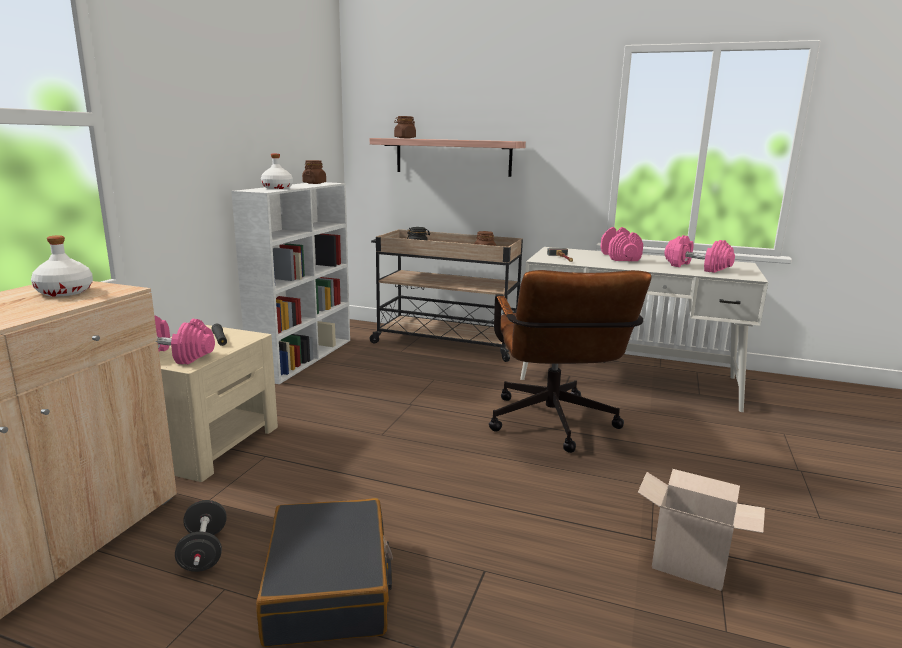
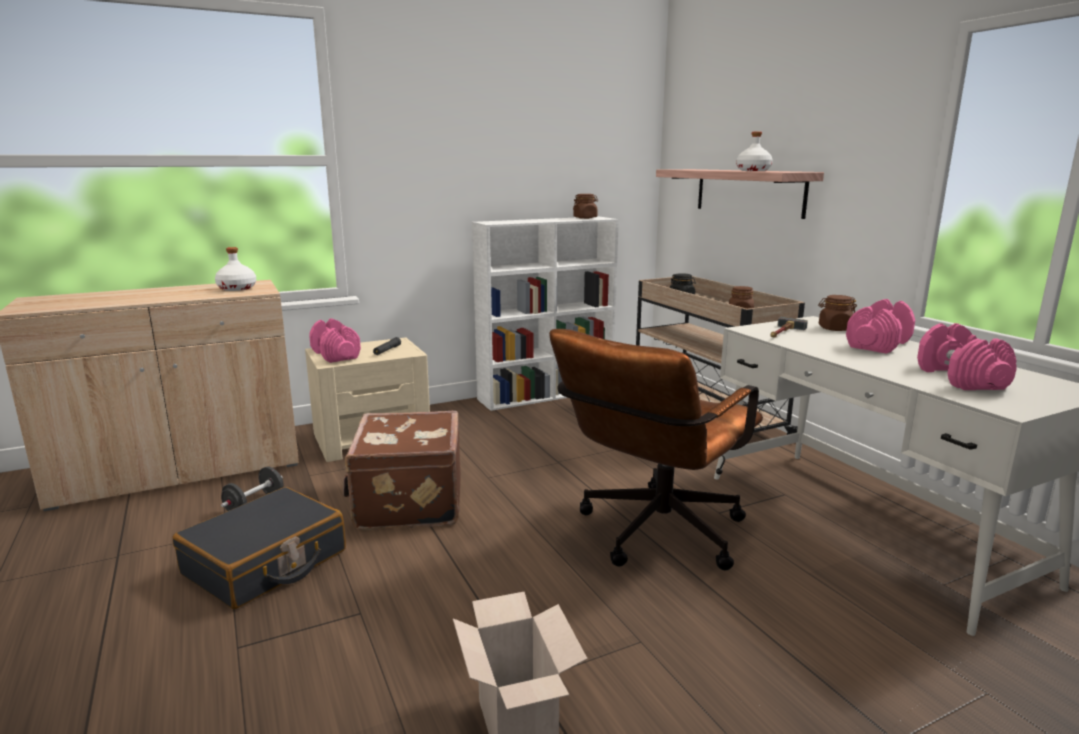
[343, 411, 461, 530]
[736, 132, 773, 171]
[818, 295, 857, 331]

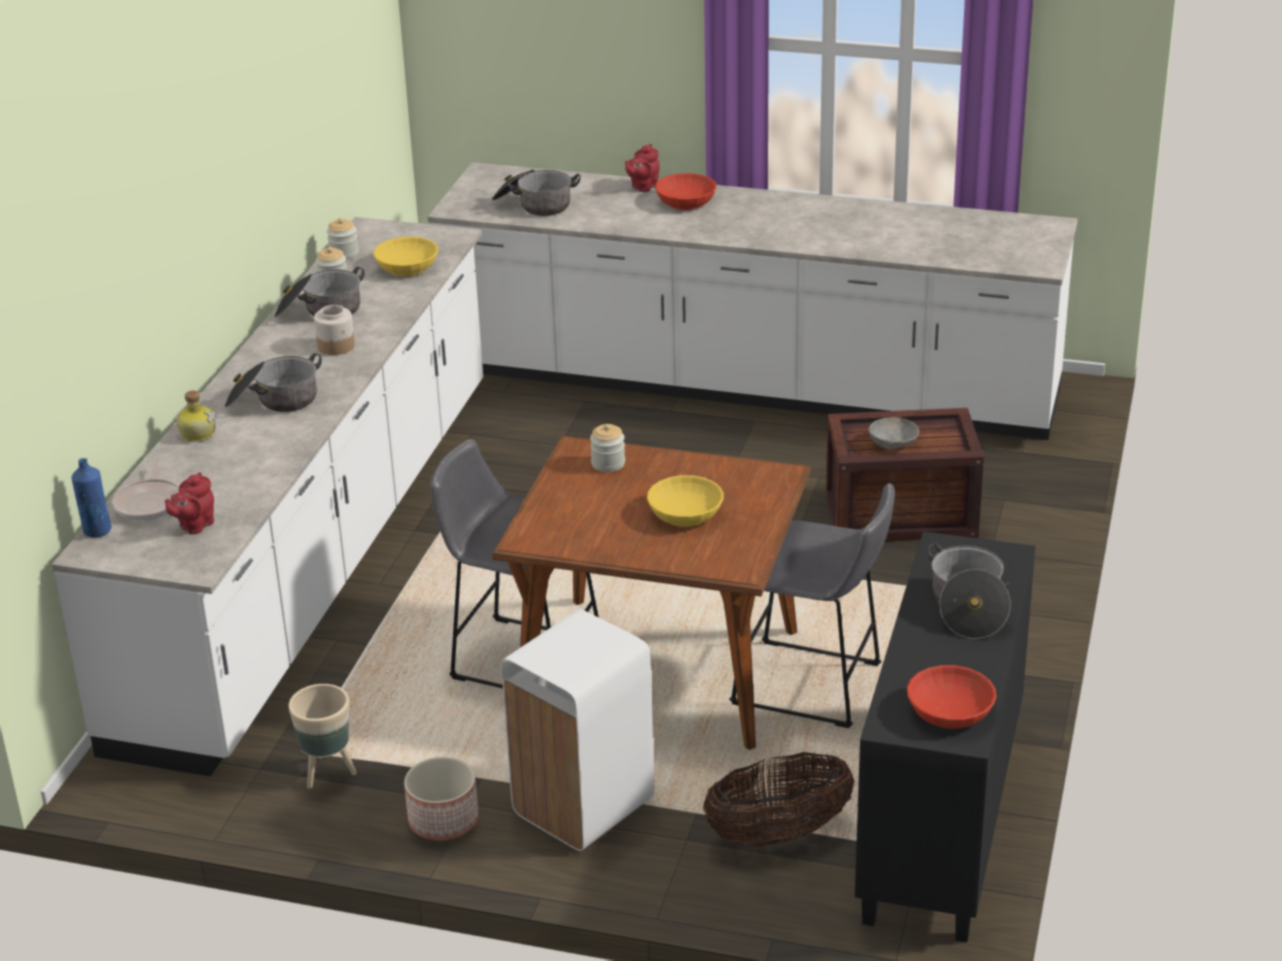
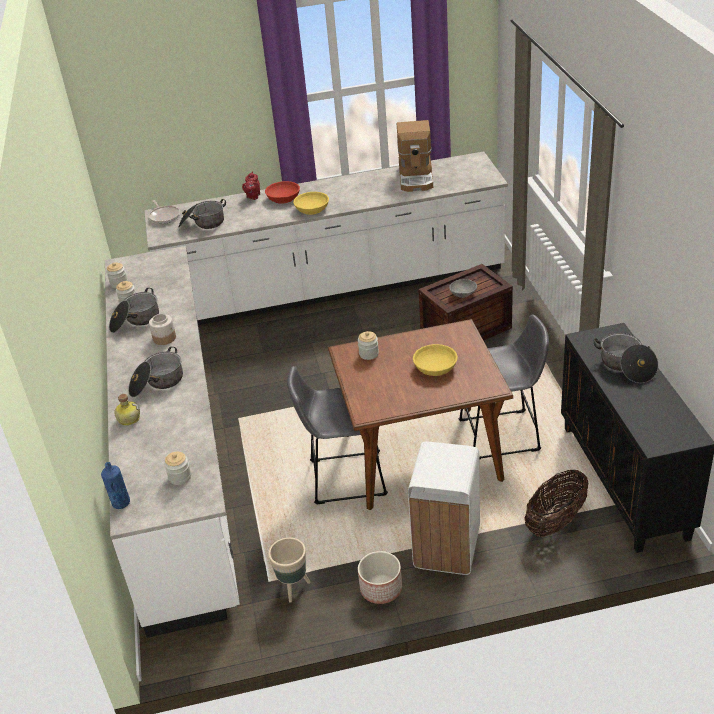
[907, 665, 997, 729] (first image)
[397, 120, 433, 192]
[148, 200, 180, 224]
[293, 192, 329, 215]
[164, 452, 191, 485]

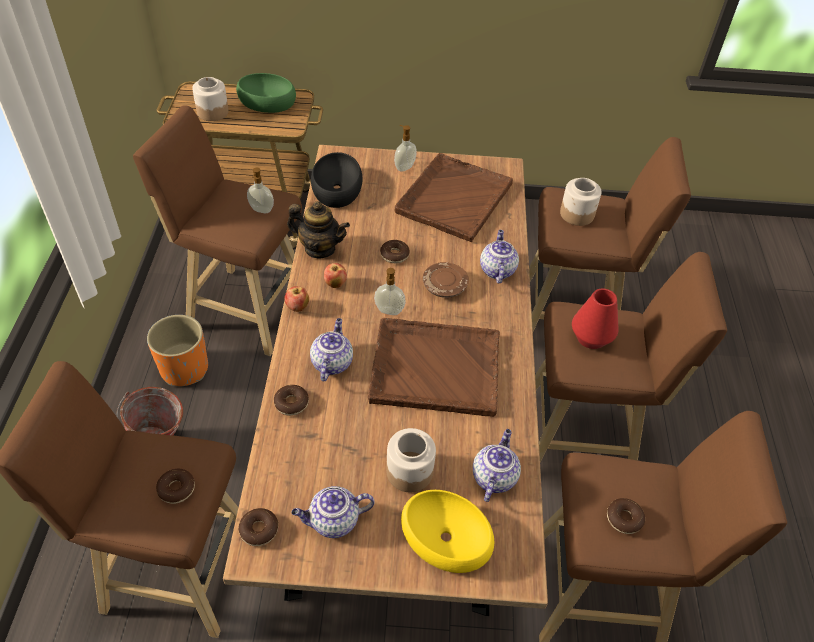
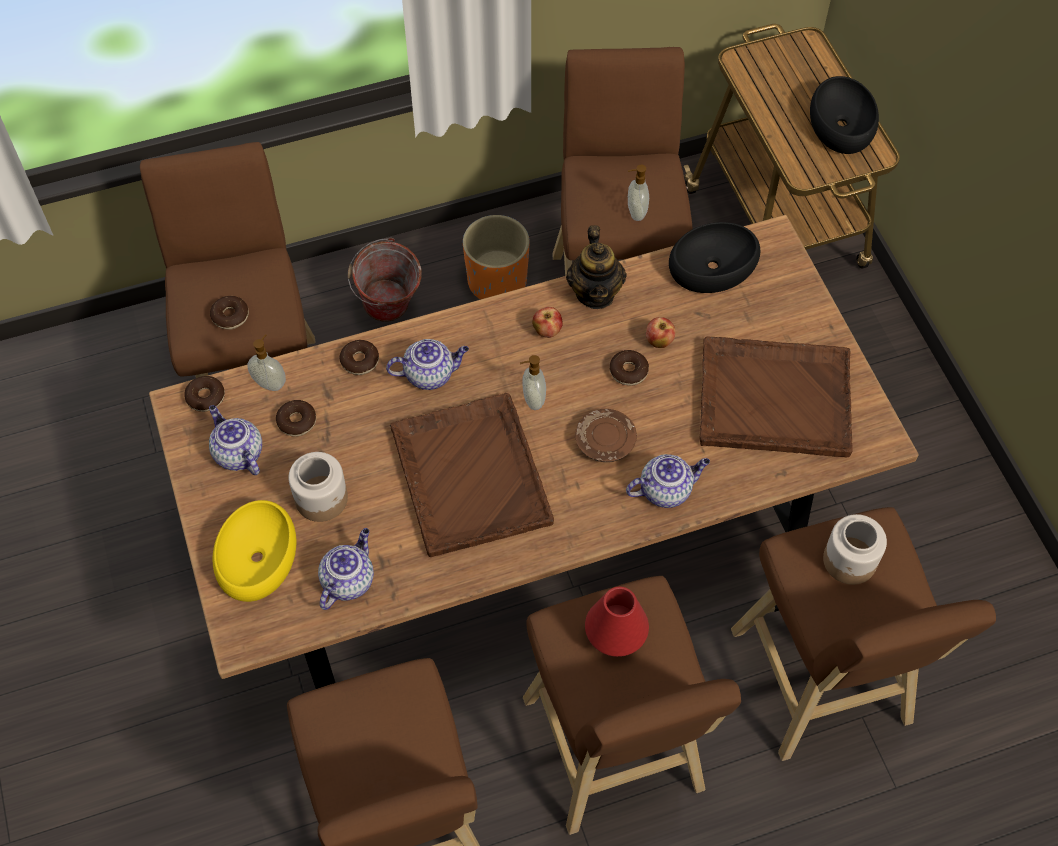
[192, 77, 229, 121] (first image)
[646, 317, 675, 348]
[248, 334, 286, 391]
[276, 400, 316, 437]
[810, 76, 879, 154]
[318, 528, 374, 610]

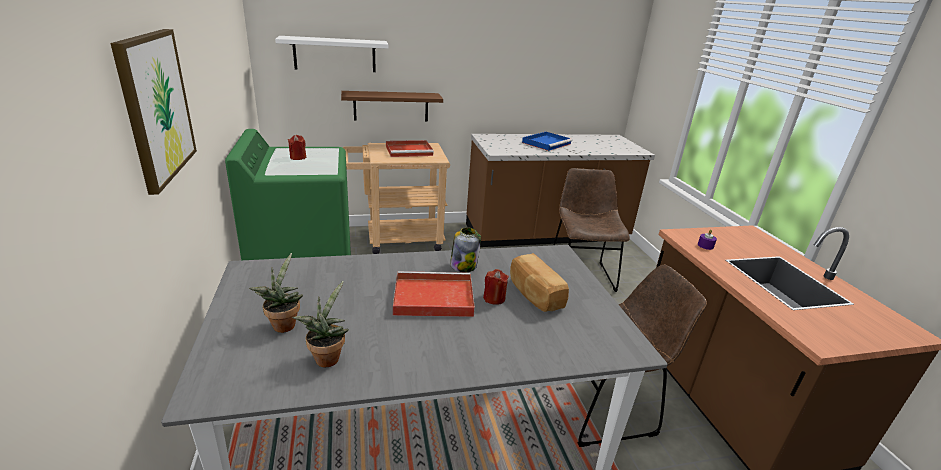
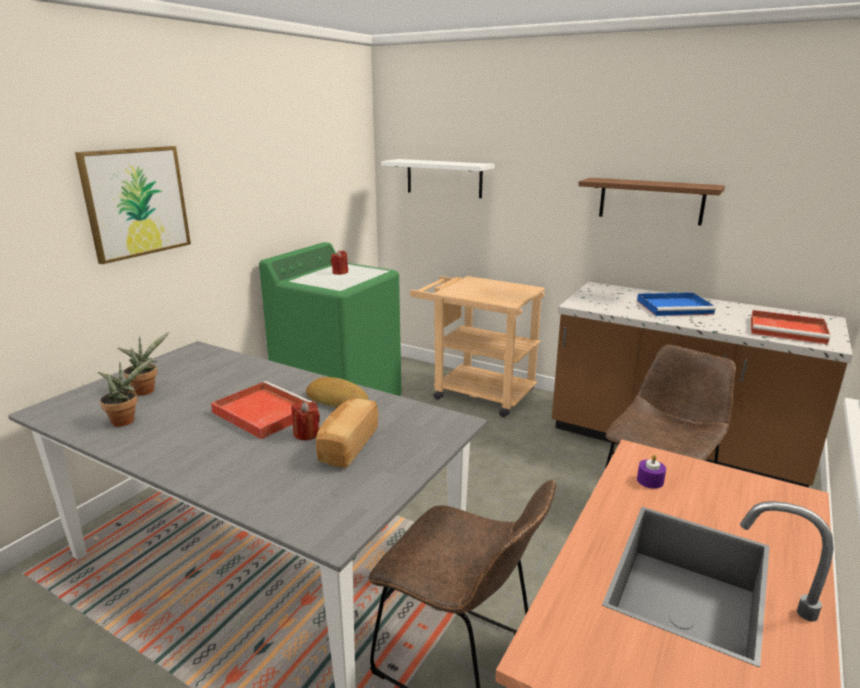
[578, 178, 725, 225]
[751, 310, 830, 344]
[306, 377, 369, 408]

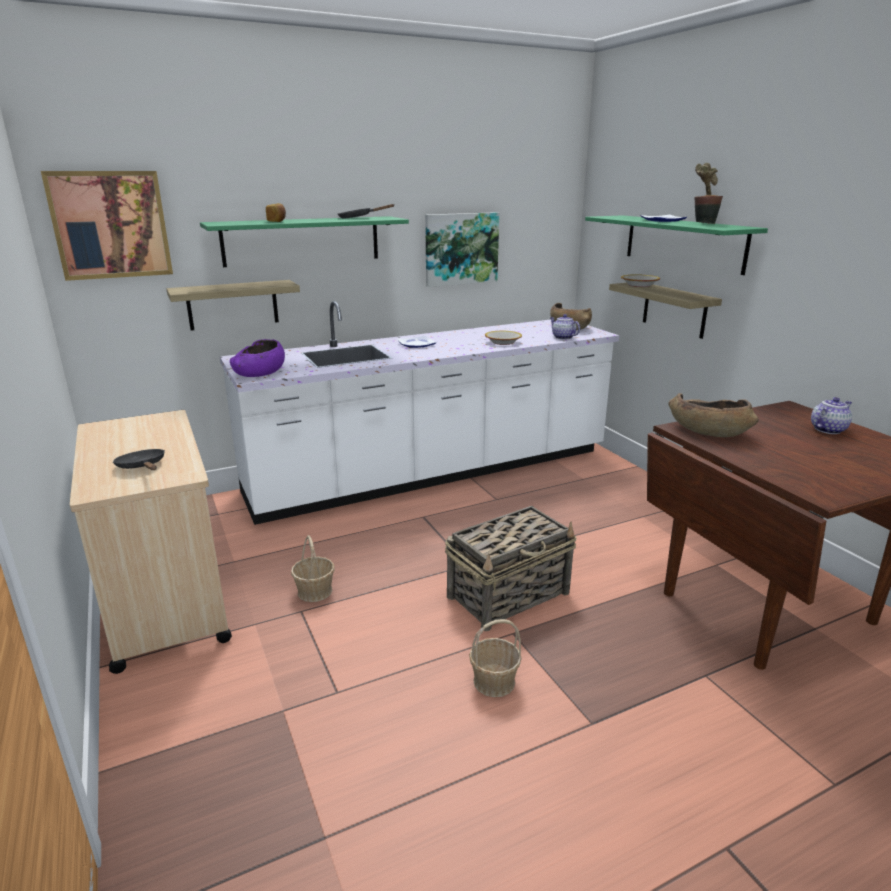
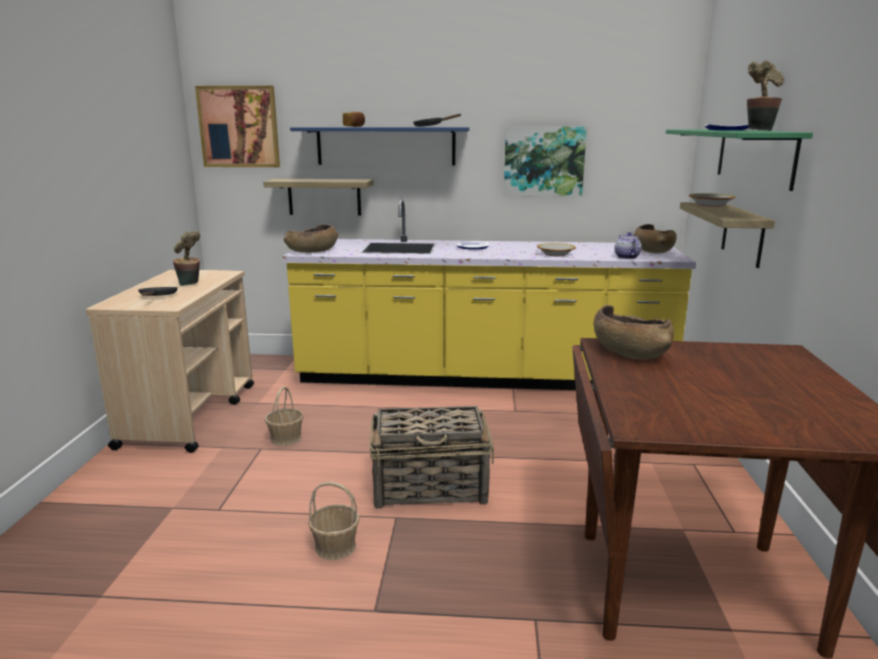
[811, 397, 852, 434] (first image)
[173, 231, 200, 286]
[290, 127, 470, 165]
[283, 200, 696, 390]
[284, 224, 338, 253]

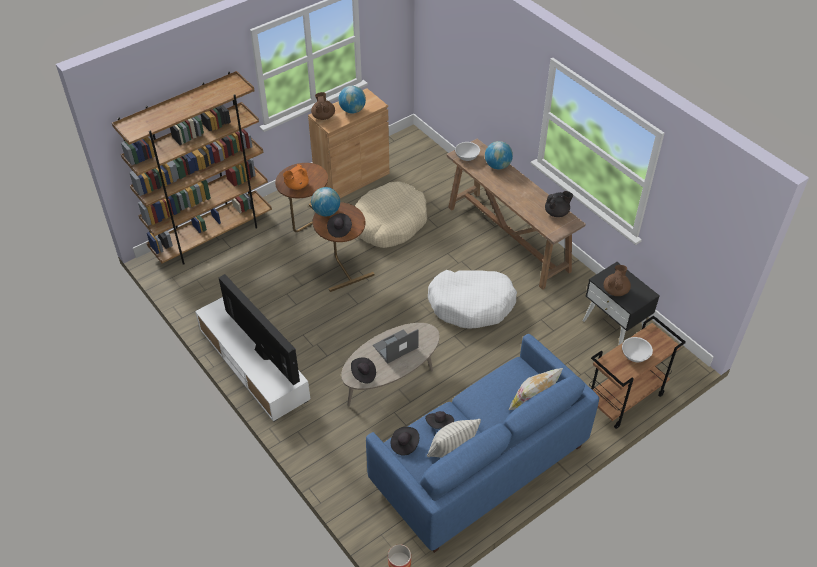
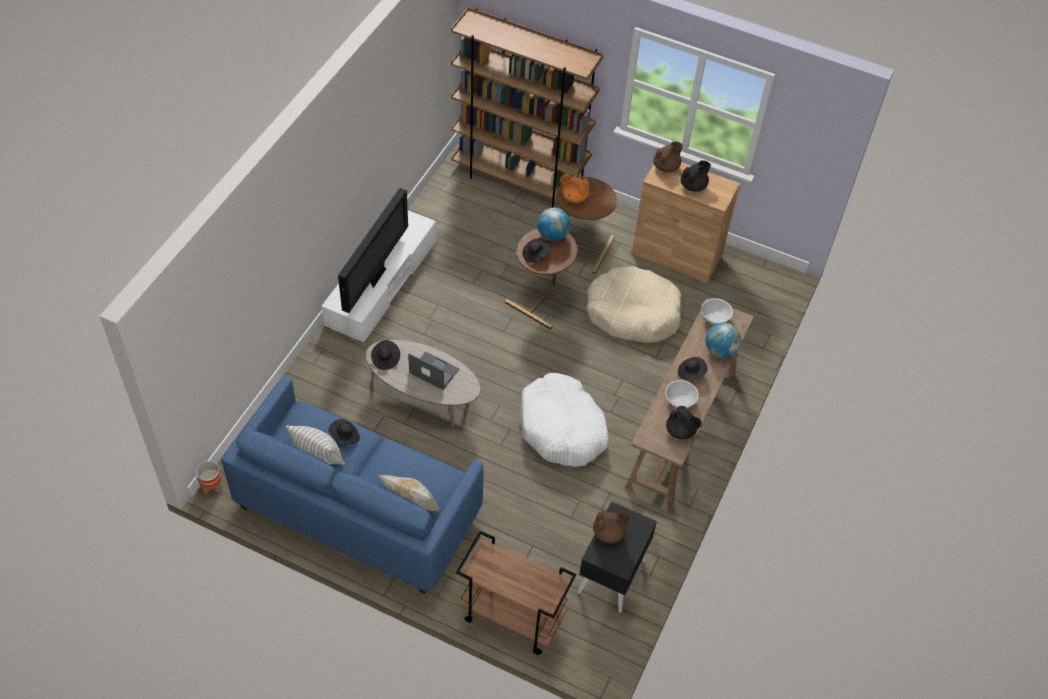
[678, 357, 708, 380]
[665, 380, 699, 408]
[680, 160, 711, 192]

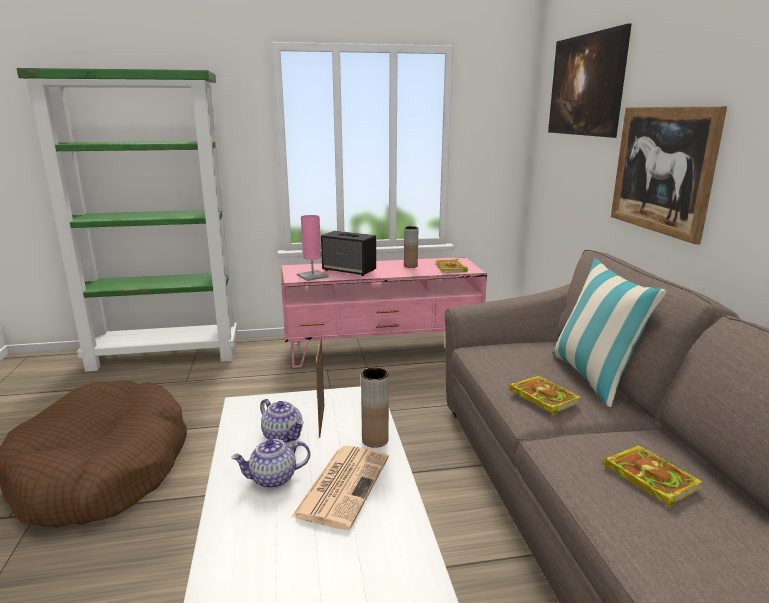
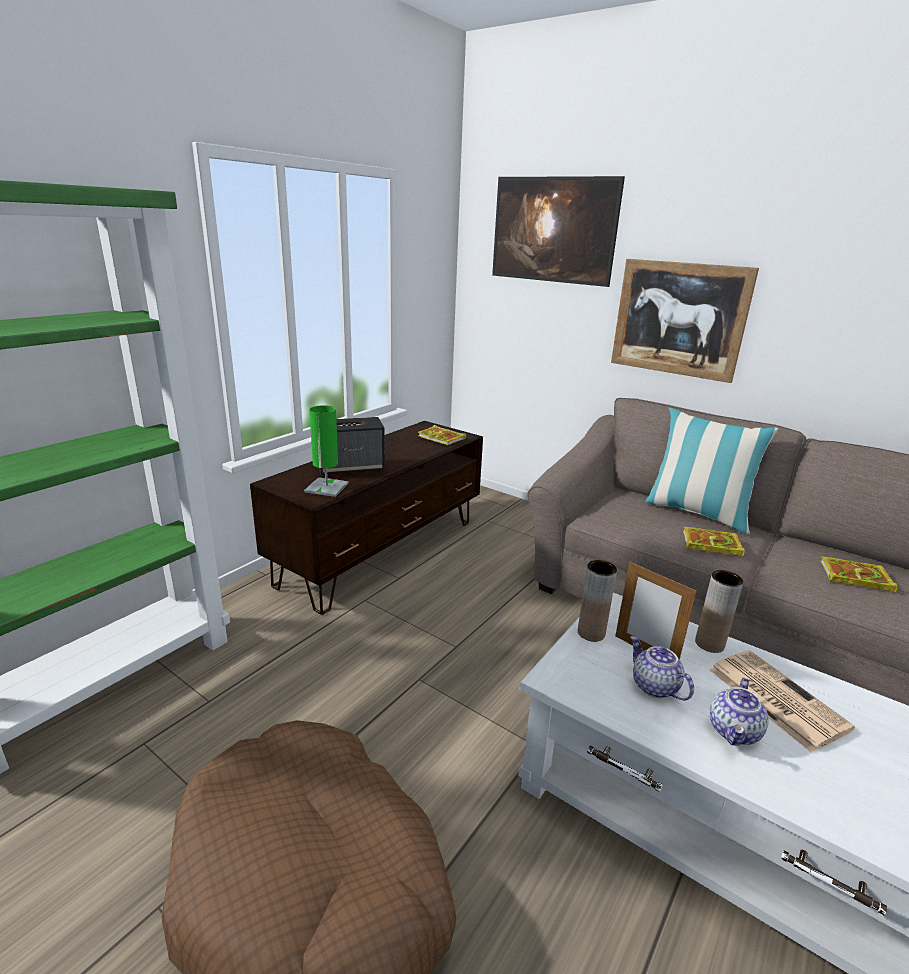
[578, 560, 617, 642]
[250, 421, 483, 615]
[304, 405, 348, 497]
[631, 636, 694, 701]

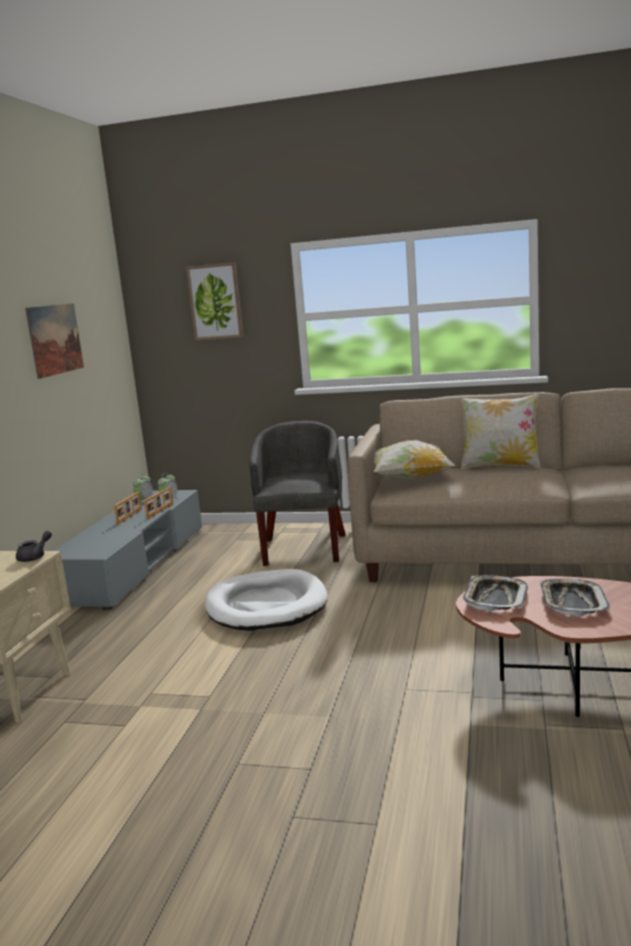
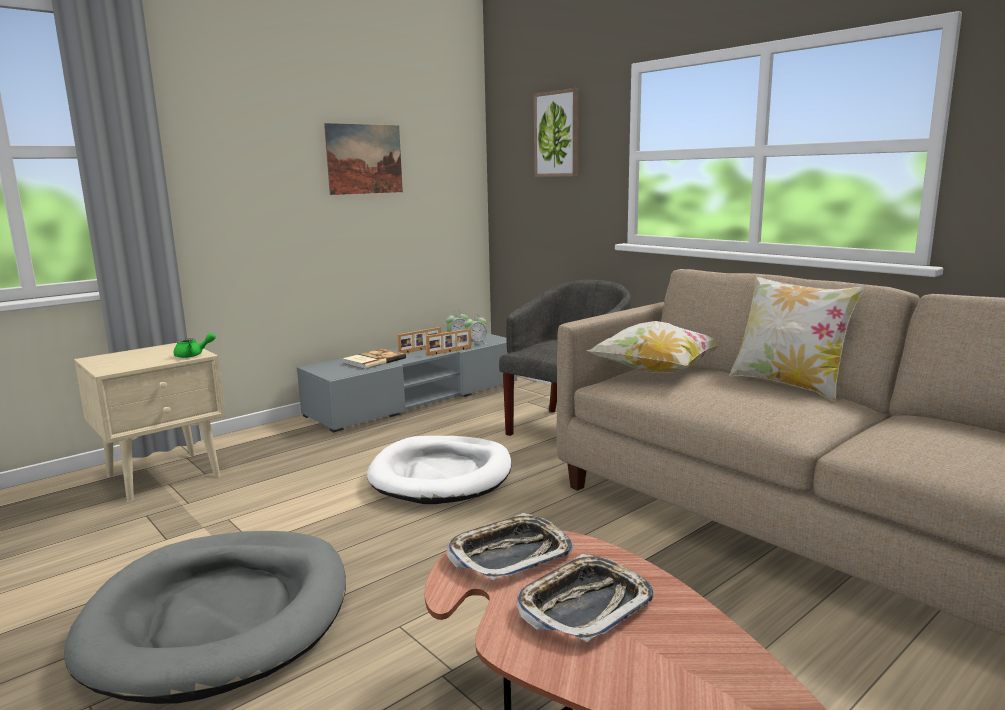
[64, 531, 346, 704]
[343, 348, 406, 369]
[173, 333, 216, 358]

